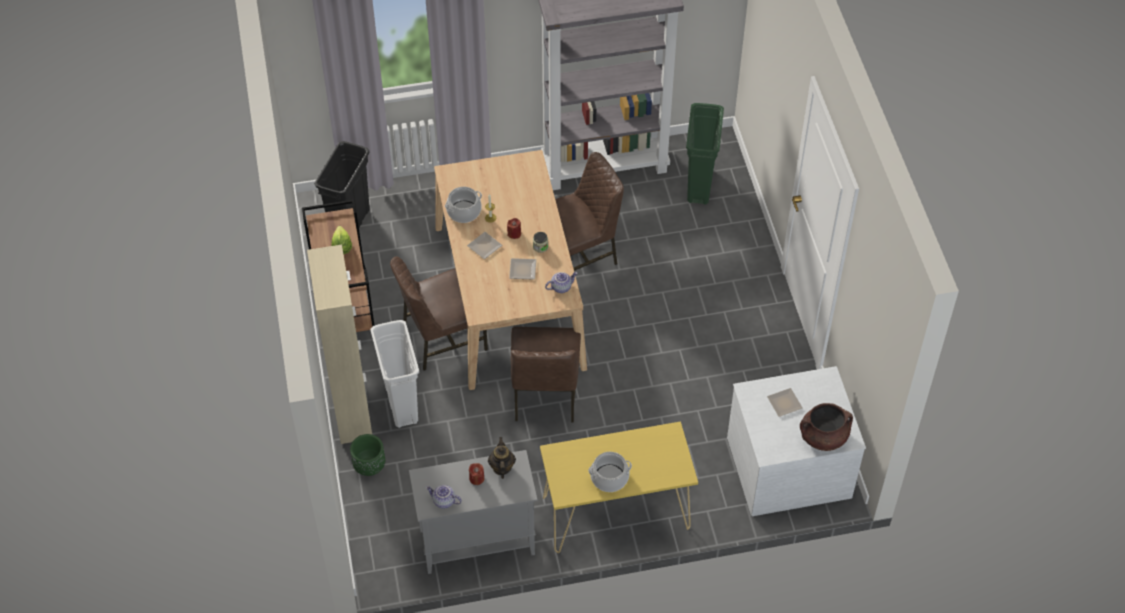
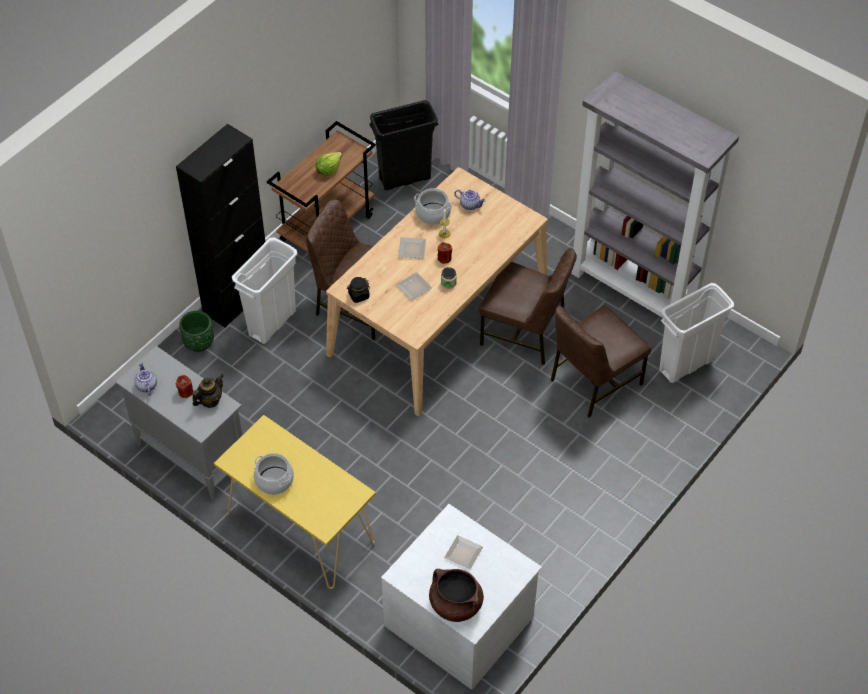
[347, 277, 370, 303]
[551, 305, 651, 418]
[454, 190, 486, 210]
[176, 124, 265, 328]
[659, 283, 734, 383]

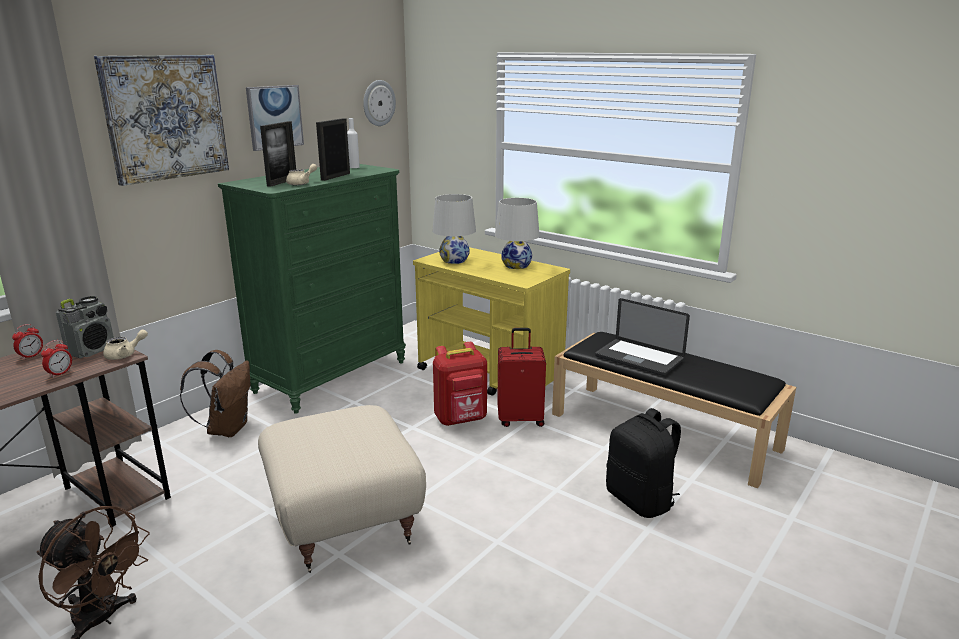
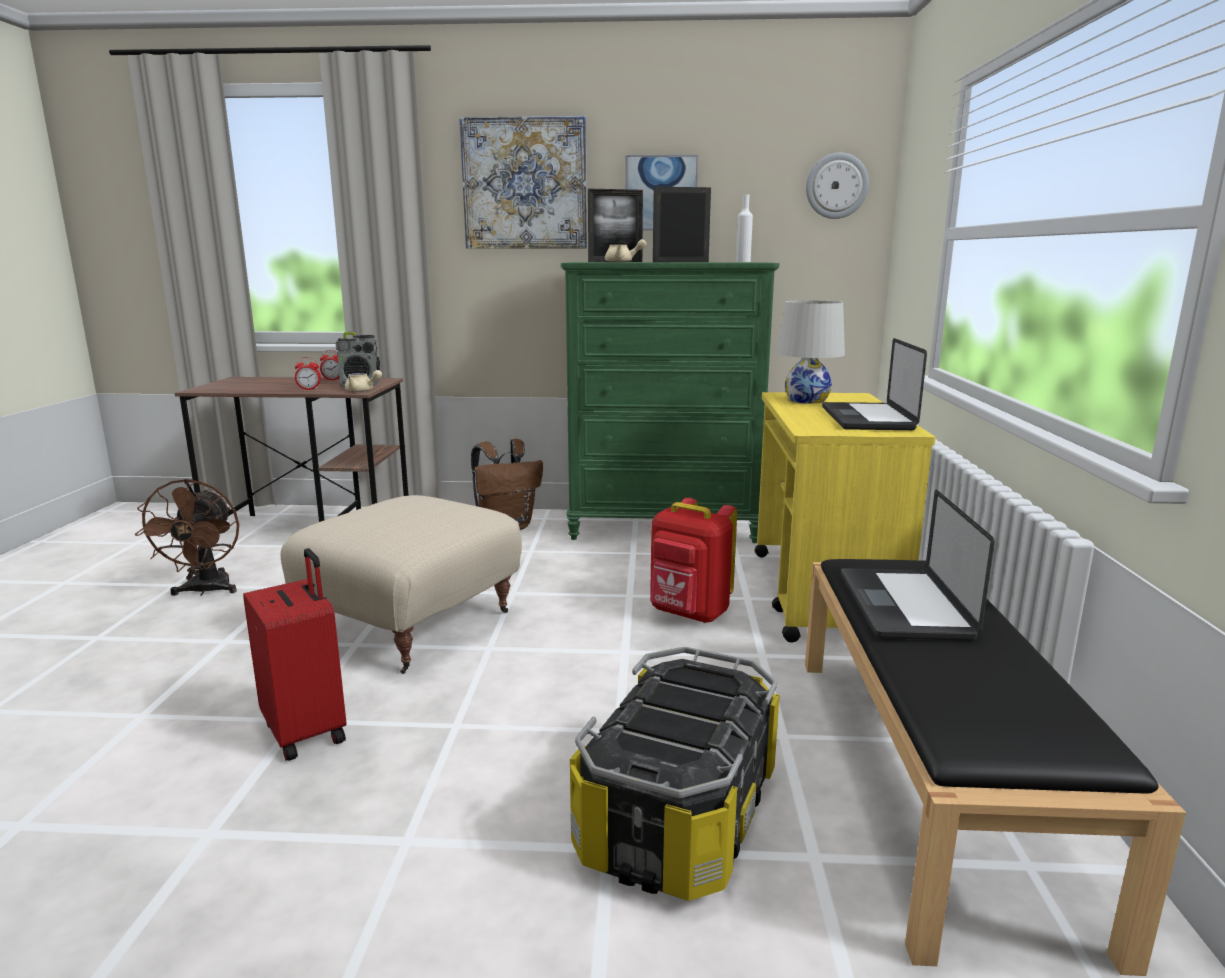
[243, 548, 347, 761]
[822, 338, 927, 430]
[570, 647, 780, 901]

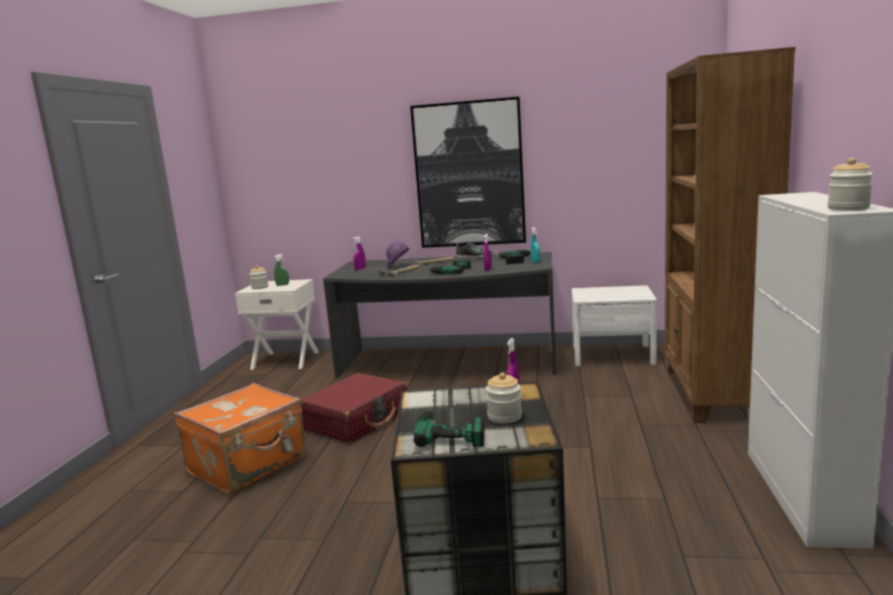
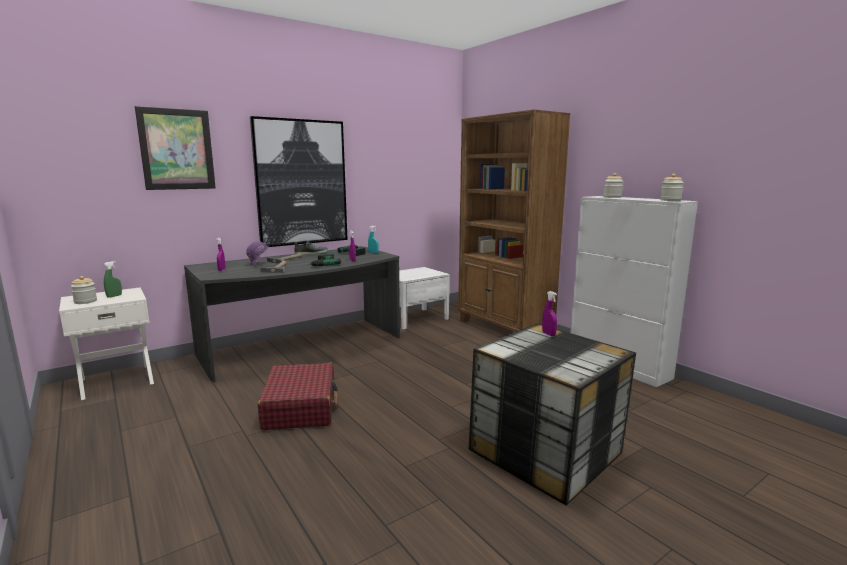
[174, 383, 307, 494] (first image)
[413, 408, 485, 447] (first image)
[135, 106, 216, 190]
[603, 173, 624, 198]

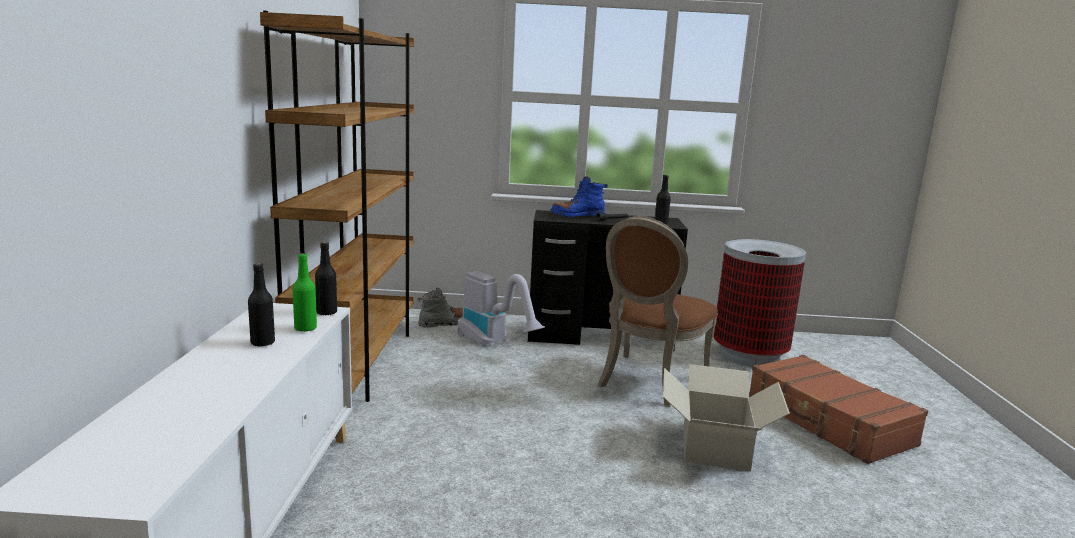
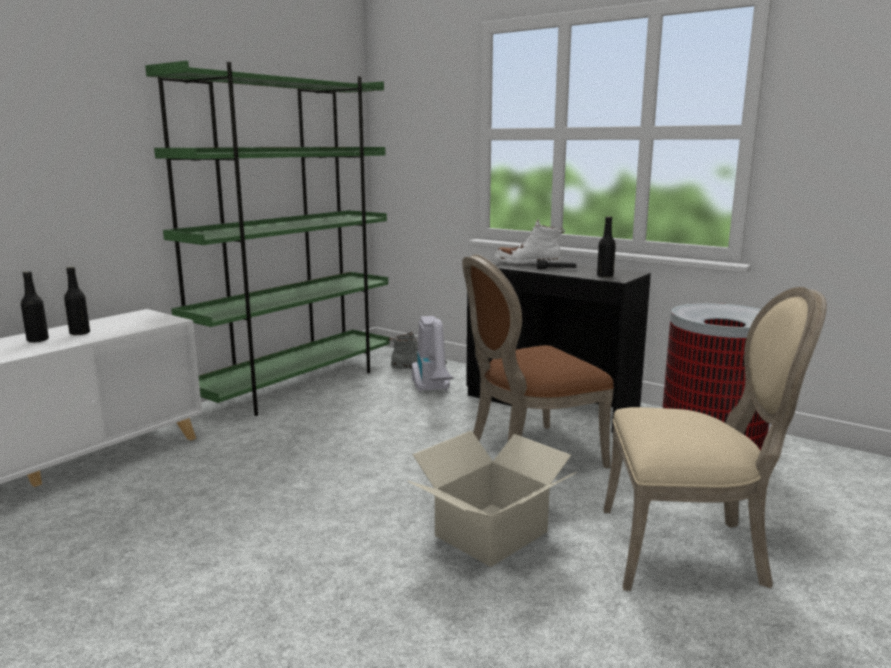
[293, 253, 317, 332] (first image)
[21, 271, 49, 343]
[604, 287, 827, 591]
[145, 61, 390, 416]
[495, 220, 565, 264]

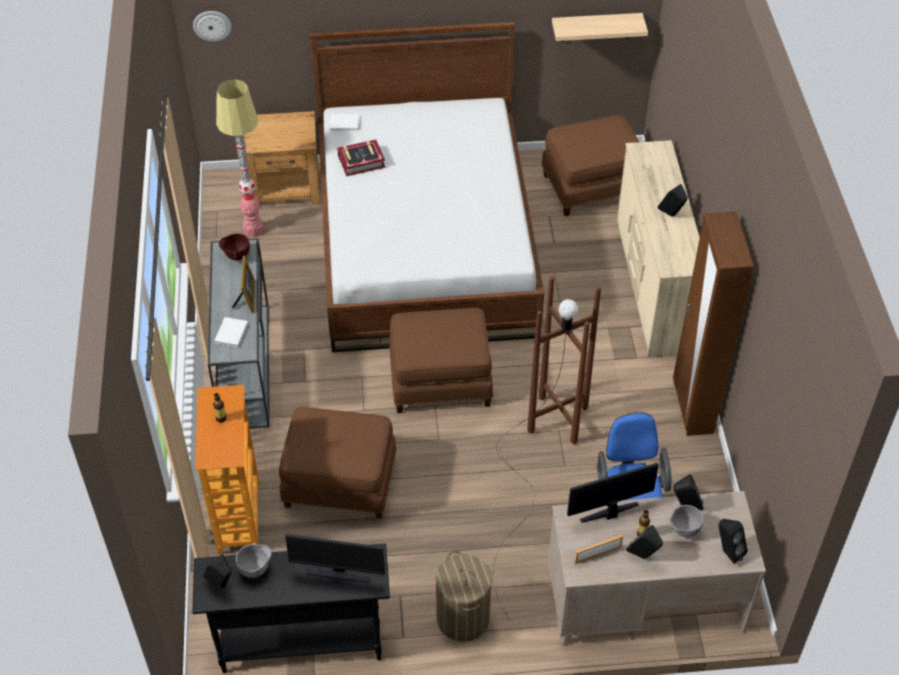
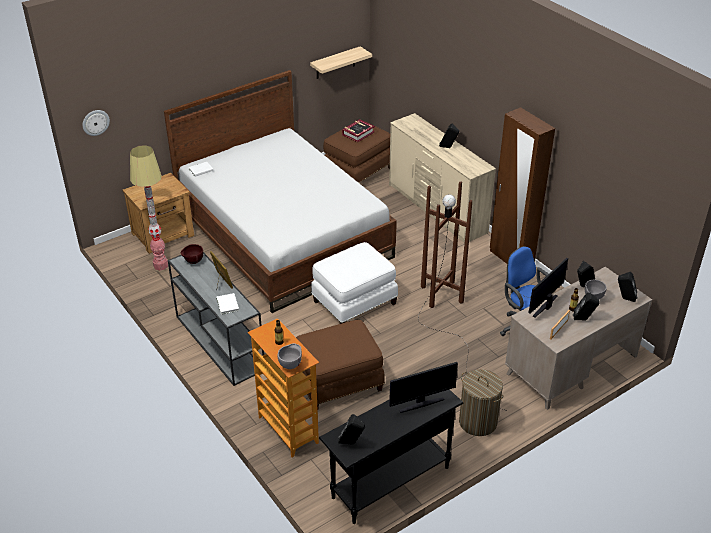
[278, 343, 302, 369]
[342, 119, 375, 142]
[311, 242, 398, 324]

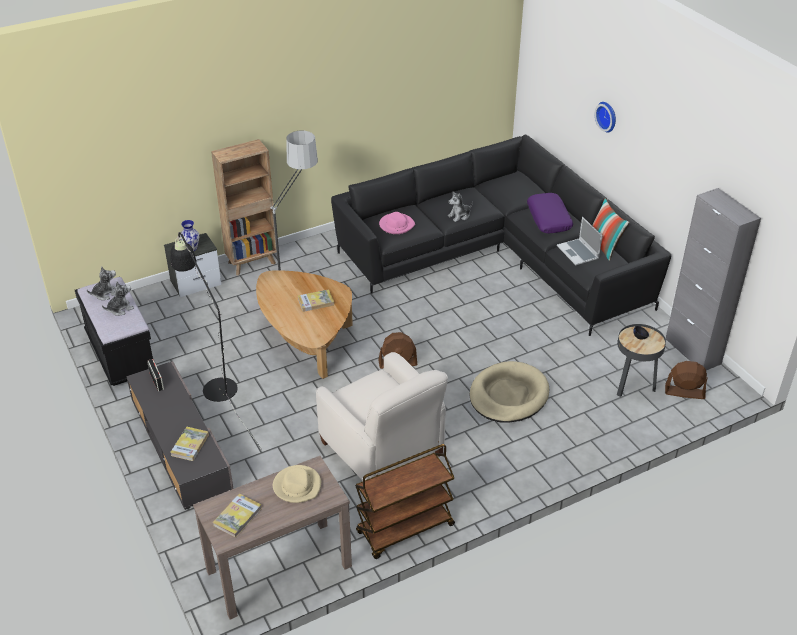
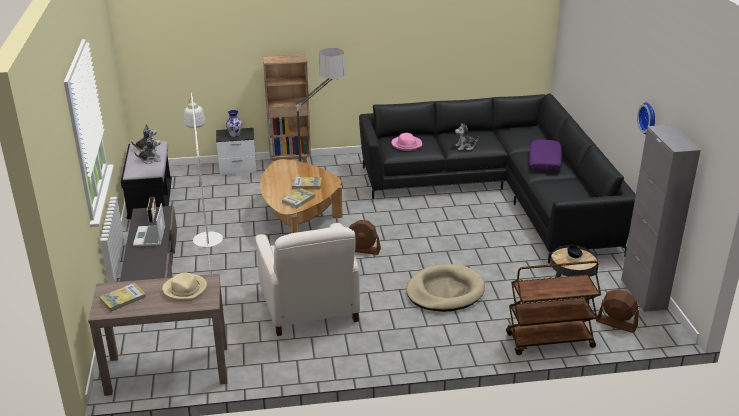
[592, 198, 630, 261] (first image)
[282, 188, 315, 209]
[506, 261, 601, 355]
[133, 203, 165, 246]
[637, 102, 655, 134]
[184, 92, 223, 274]

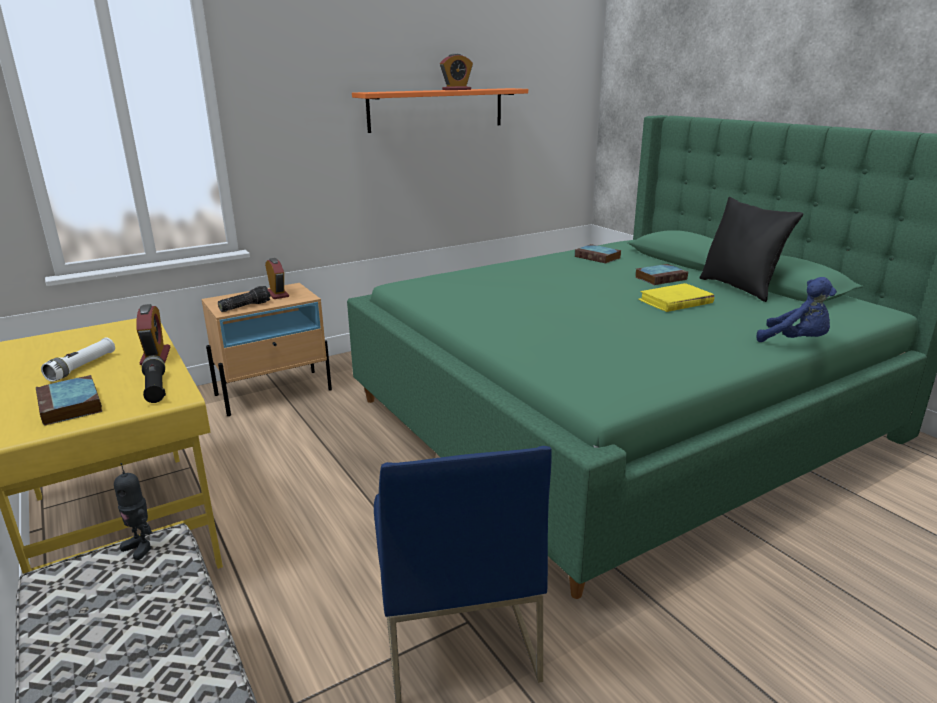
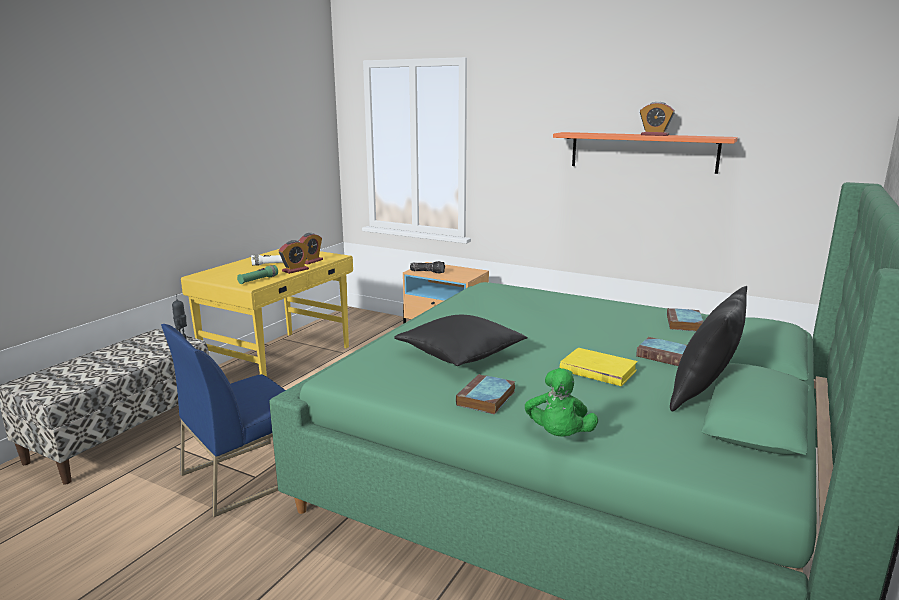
[394, 315, 528, 366]
[456, 374, 515, 415]
[299, 233, 323, 264]
[237, 265, 278, 284]
[525, 368, 598, 437]

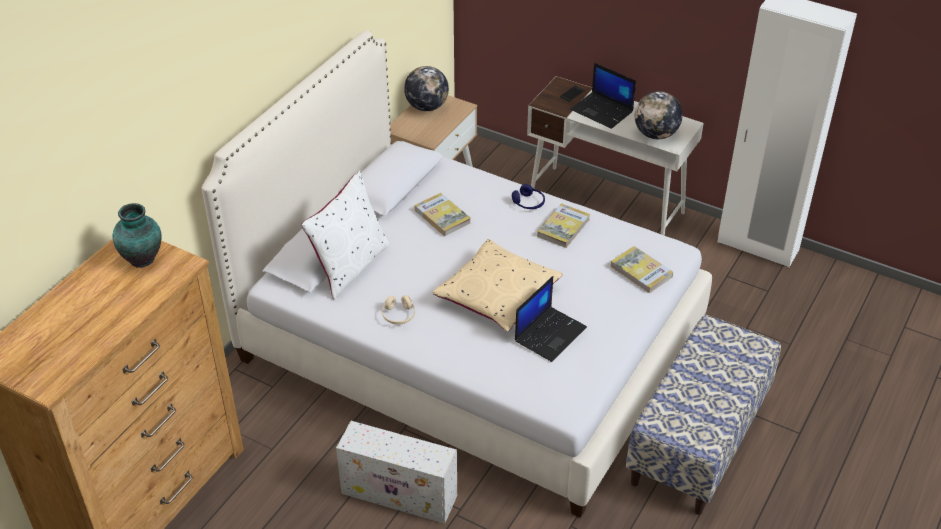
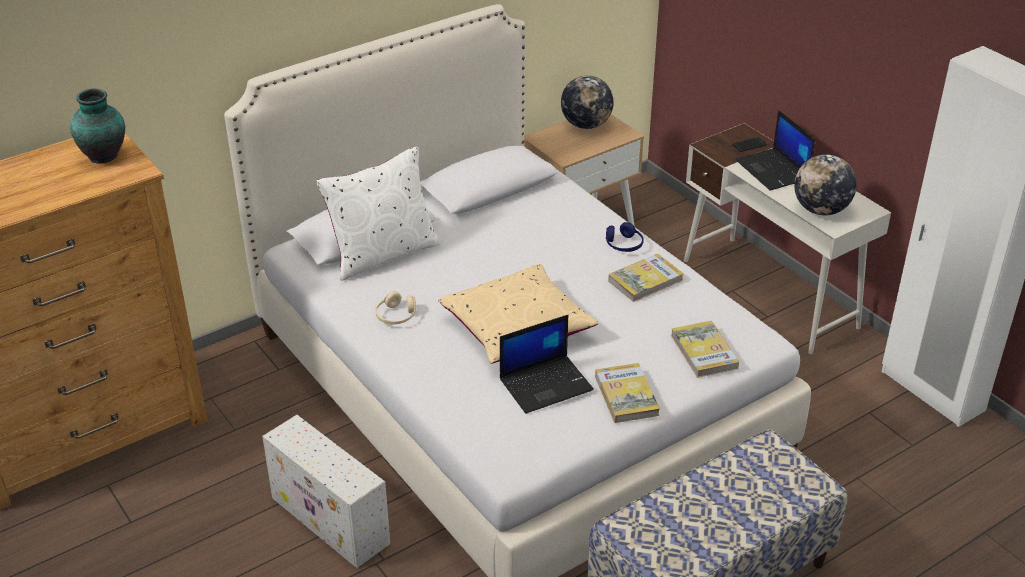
[595, 363, 660, 423]

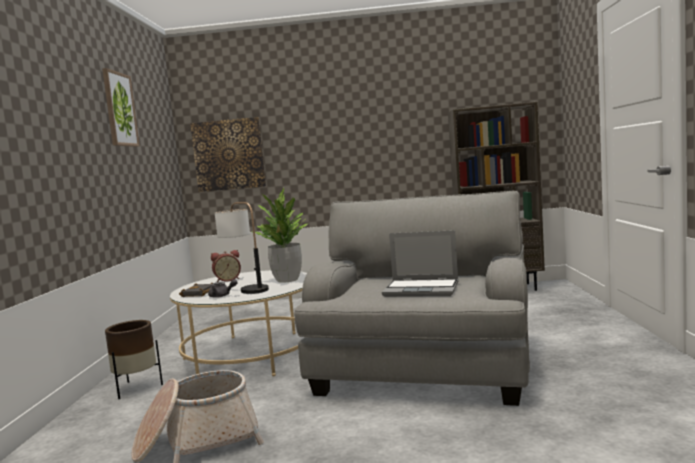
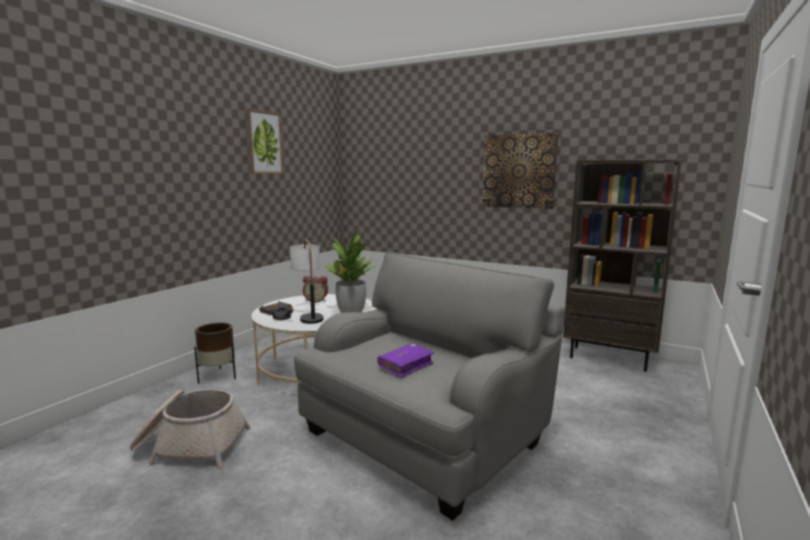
[482, 133, 558, 209]
[377, 344, 434, 378]

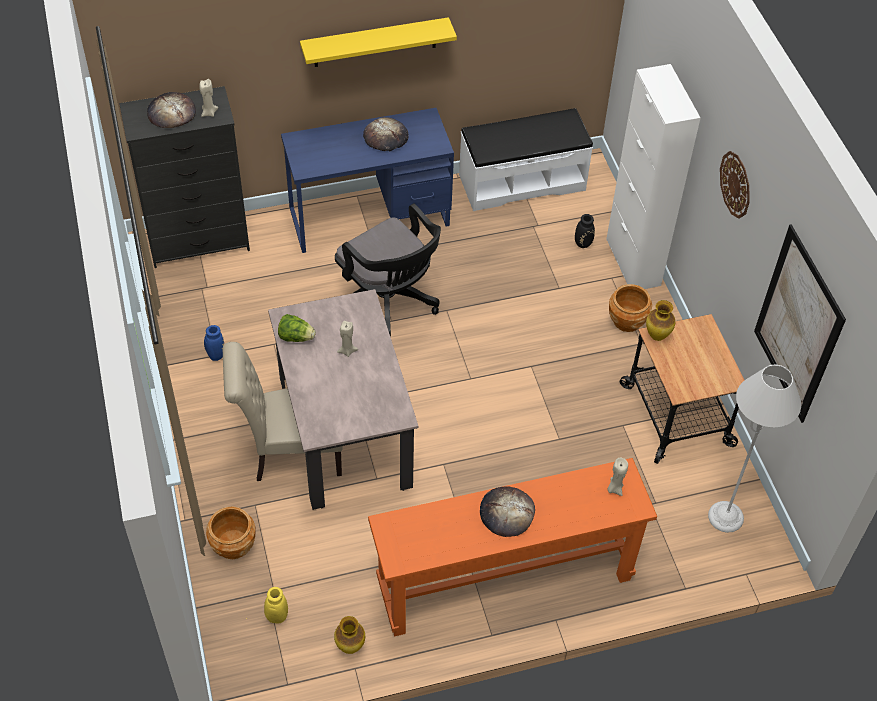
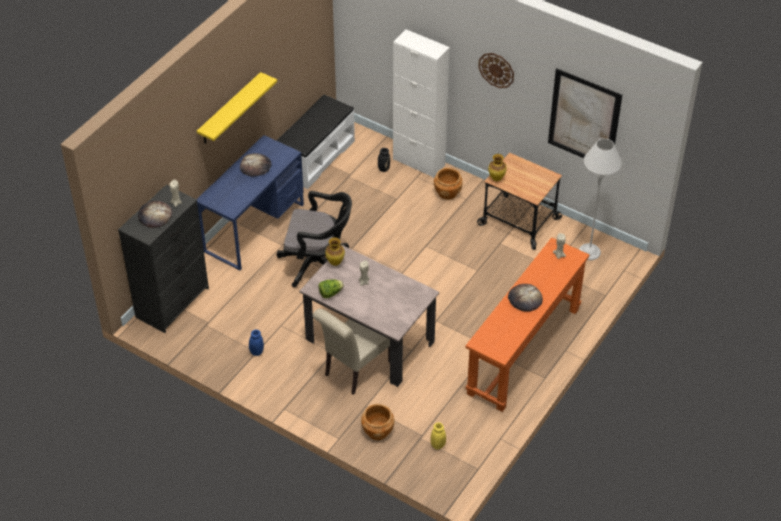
[325, 237, 345, 266]

